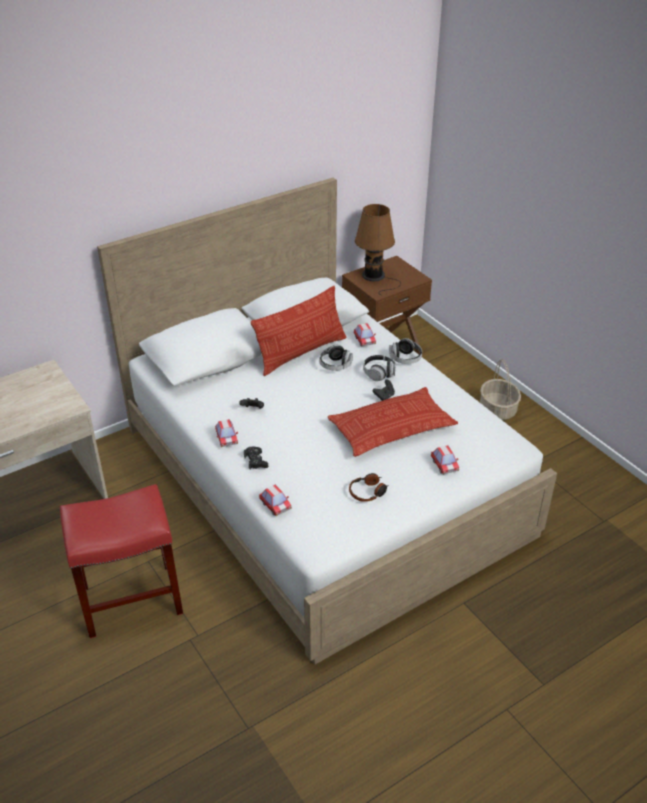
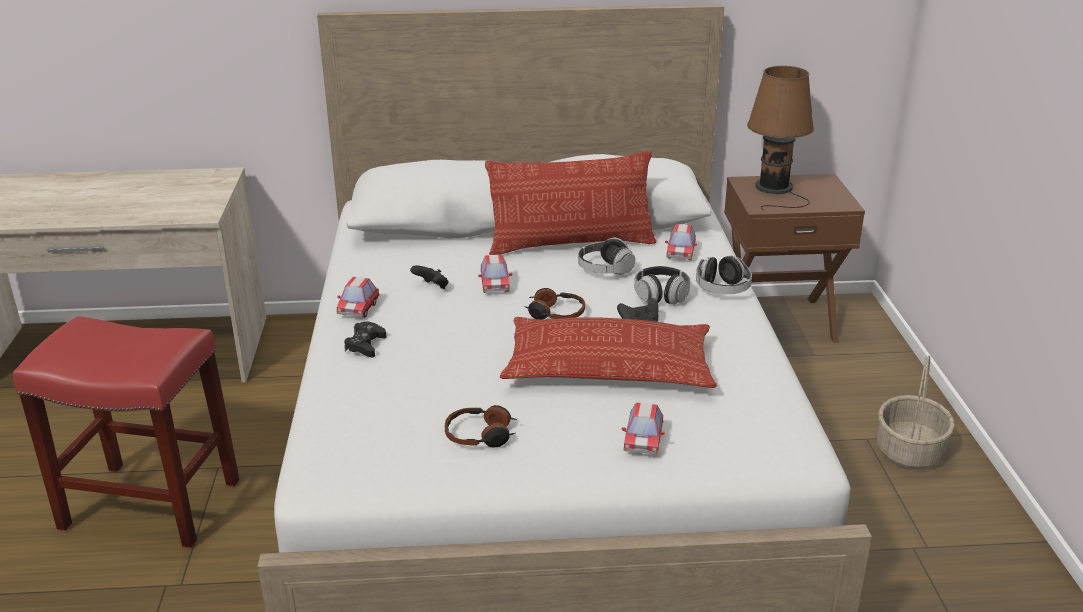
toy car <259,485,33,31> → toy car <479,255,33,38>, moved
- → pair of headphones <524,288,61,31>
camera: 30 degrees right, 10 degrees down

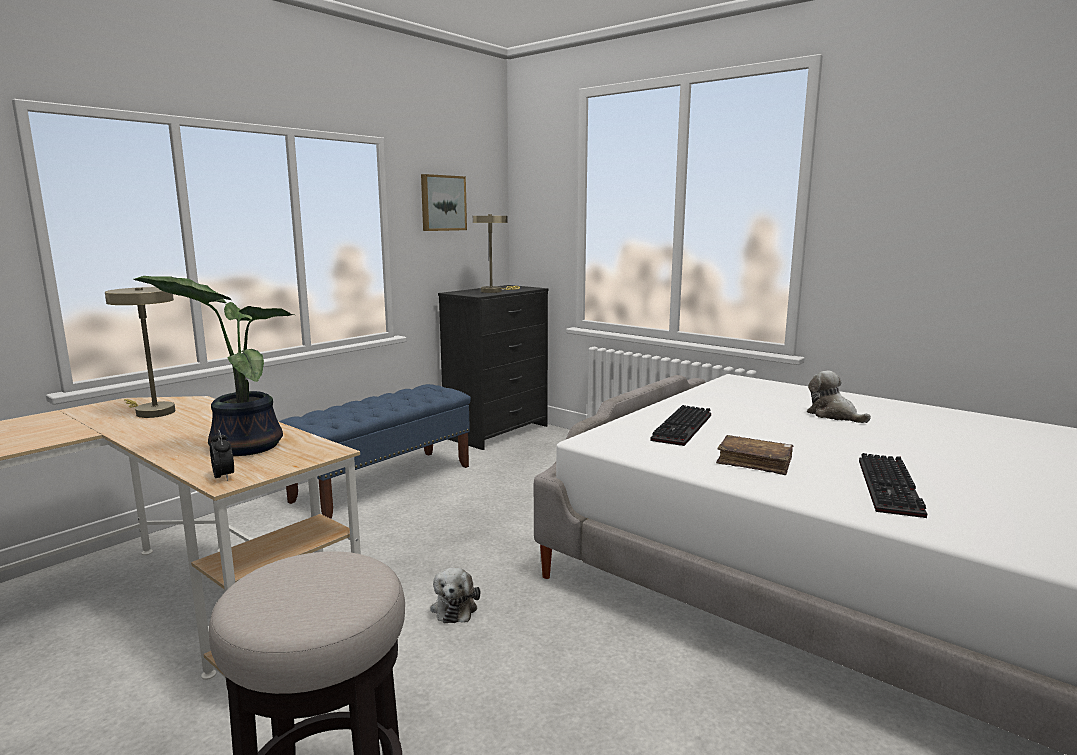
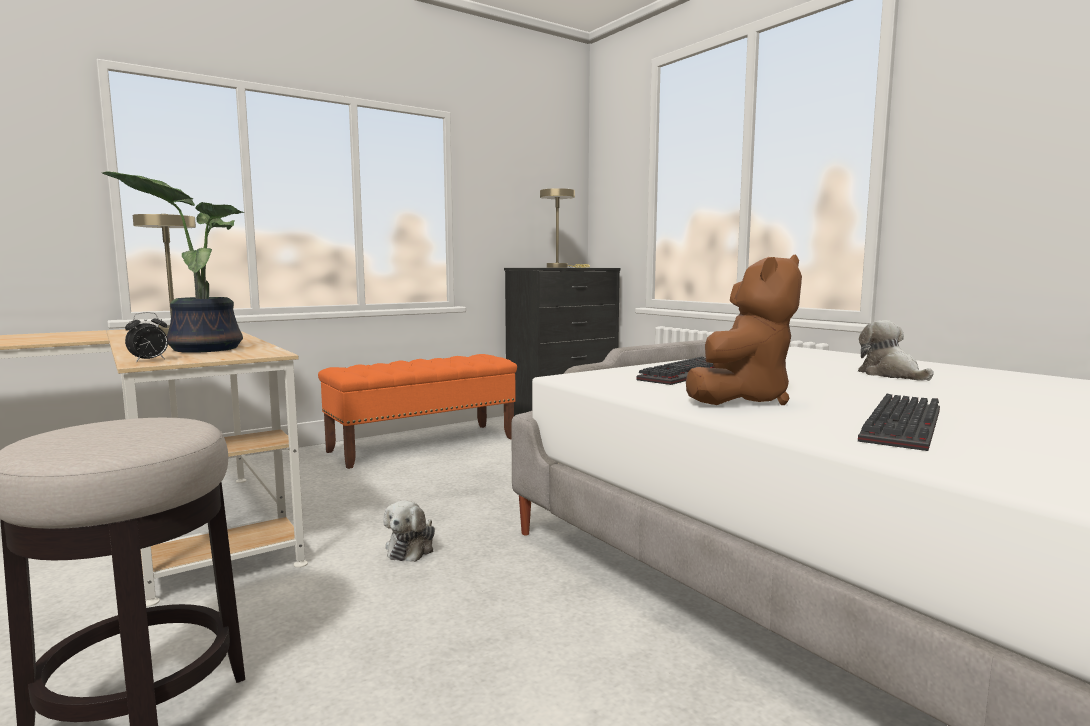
wall art <421,174,46,57> → -
blue indoor bench <279,384,192,135> → orange indoor bench <318,354,199,115>
bedside clock <210,430,24,51> → bedside clock <125,312,43,50>, 60 degrees clockwise
brown-coloured bound book <716,435,78,40> → brown-coloured plush toy <686,254,116,151>
camera: 15 degrees right, 5 degrees down

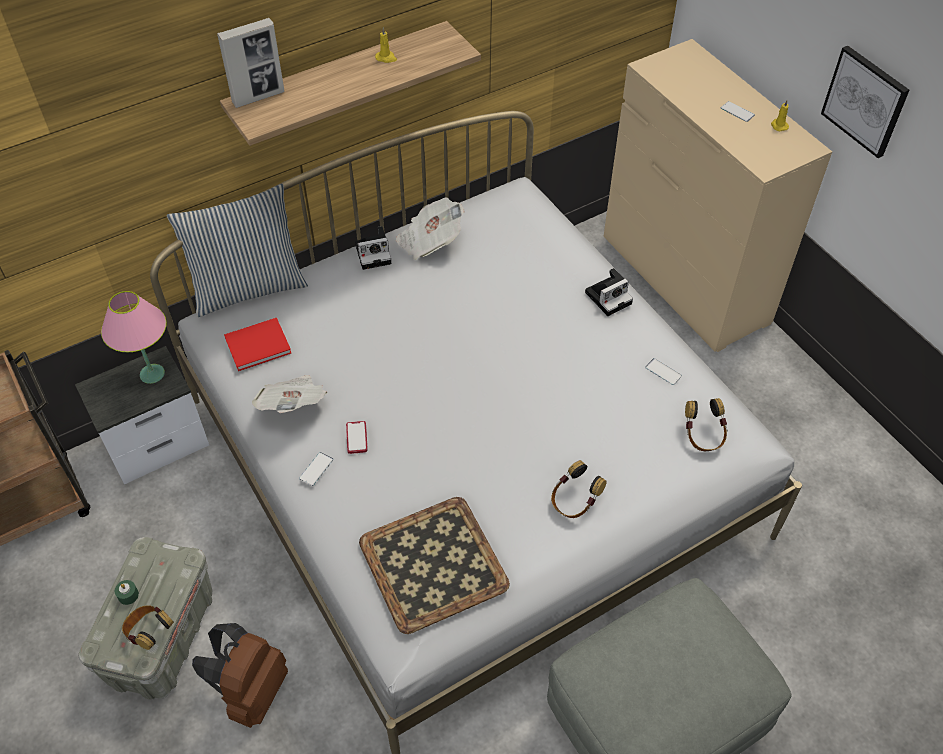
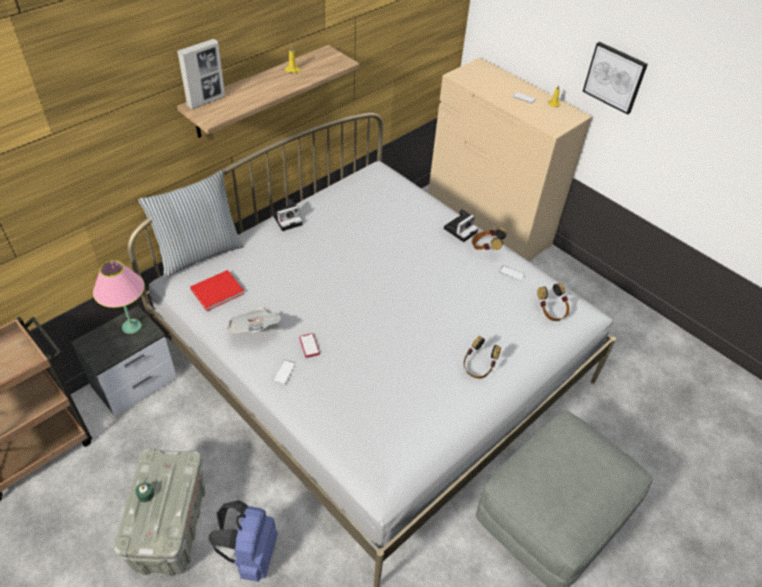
printed paper <396,198,69,62> → -
serving tray <359,497,151,137> → -
pair of headphones <122,606,52,44> → pair of headphones <472,227,35,23>, moved
brown-coloured knapsack <192,623,96,105> → blue knapsack <209,500,69,82>
camera: 15 degrees left, 5 degrees down

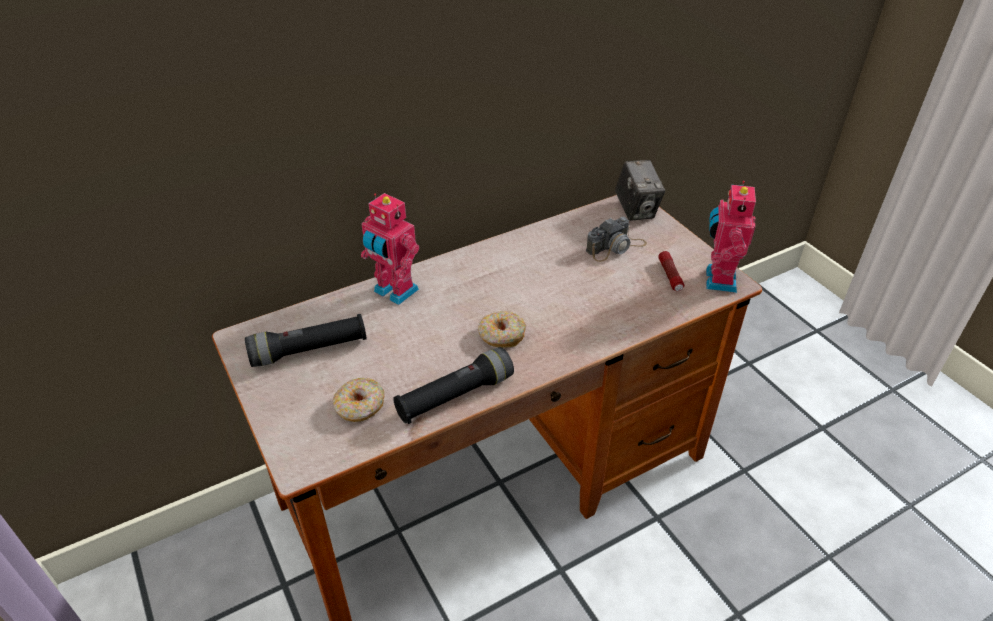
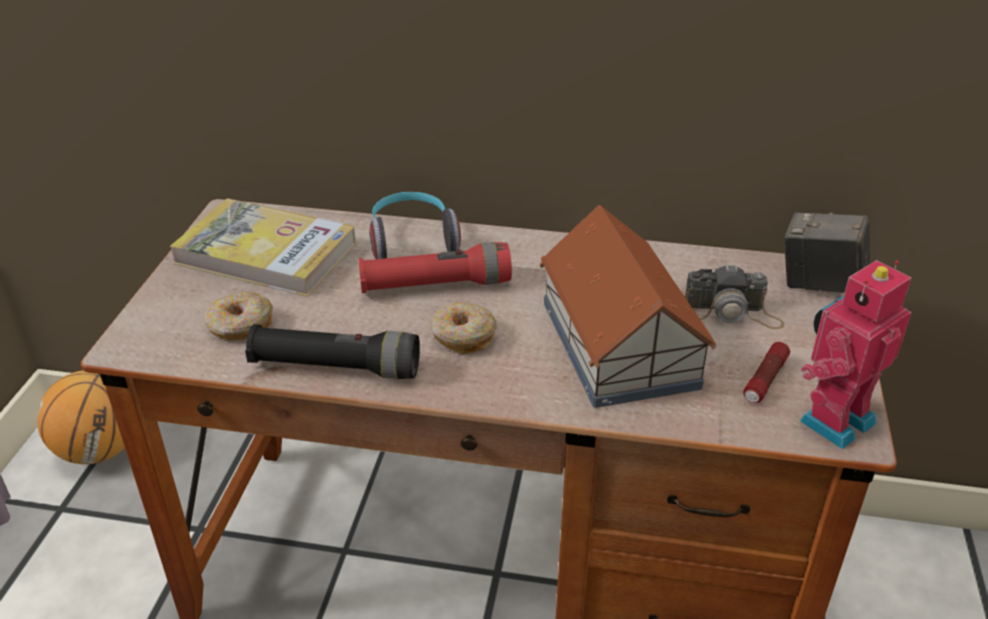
photo camera <615,160,50,61> → photo camera <784,212,86,81>, 90 degrees clockwise
robot figure <361,193,58,112> → pair of headphones <369,192,92,67>
blackish flashlight <245,314,122,53> → bound book <170,198,186,99>
- → miniature house <539,205,177,203>
- → reddish flashlight <358,242,154,51>
- → basketball ball <37,371,88,93>
camera: 40 degrees right, 5 degrees down

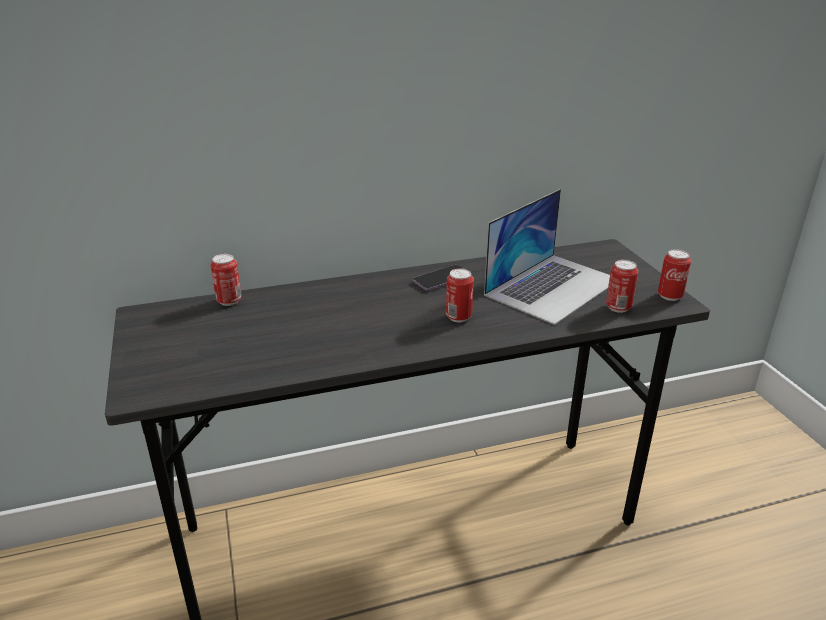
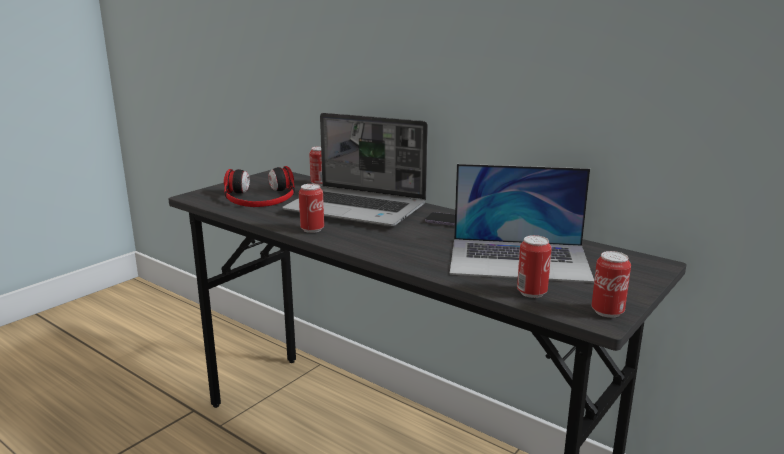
can <446,268,28,55> → can <299,184,25,49>, moved
- → notebook computer <282,113,146,114>
- → pair of headphones <224,166,71,41>
camera: 55 degrees right, 10 degrees down

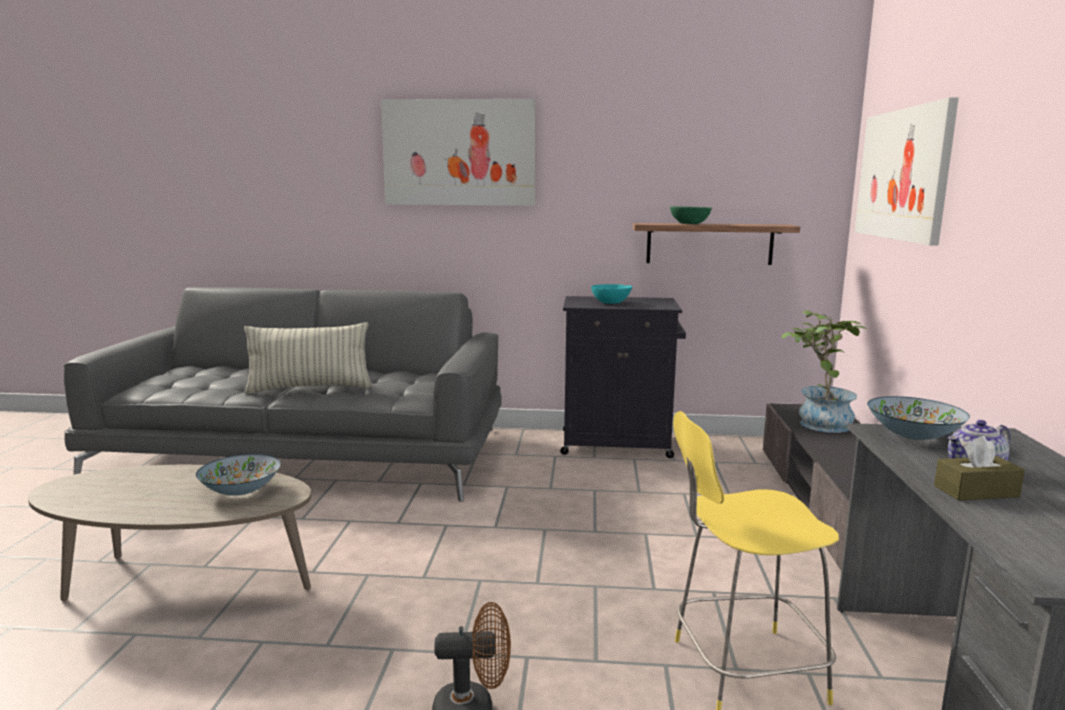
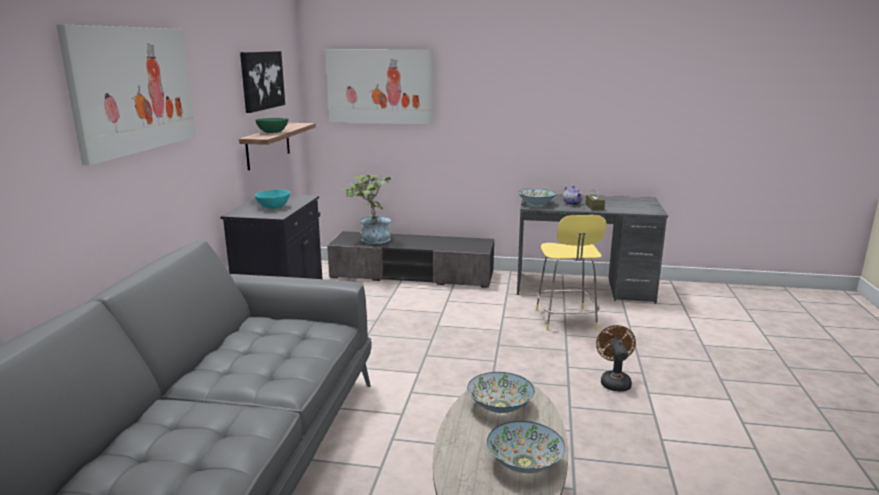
throw pillow <244,322,128,72> → -
- → wall art <240,51,45,62>
- → serving bowl <487,421,78,52>
camera: 85 degrees left, 5 degrees up

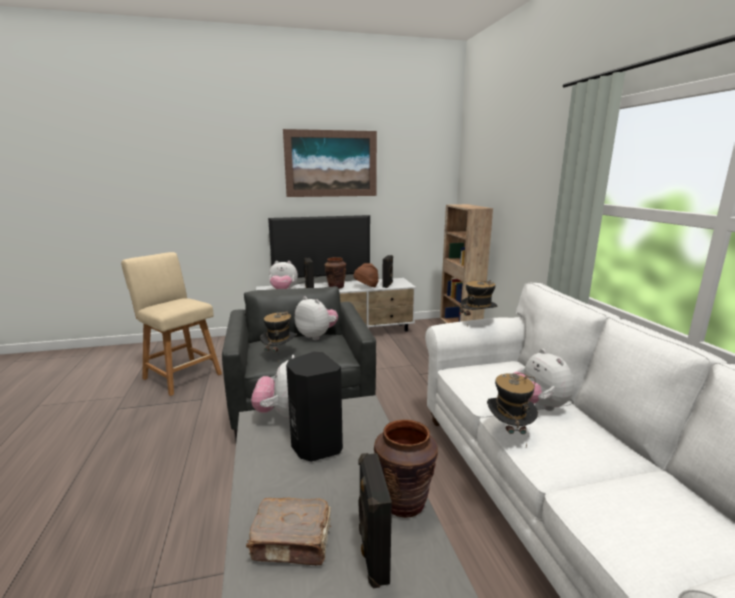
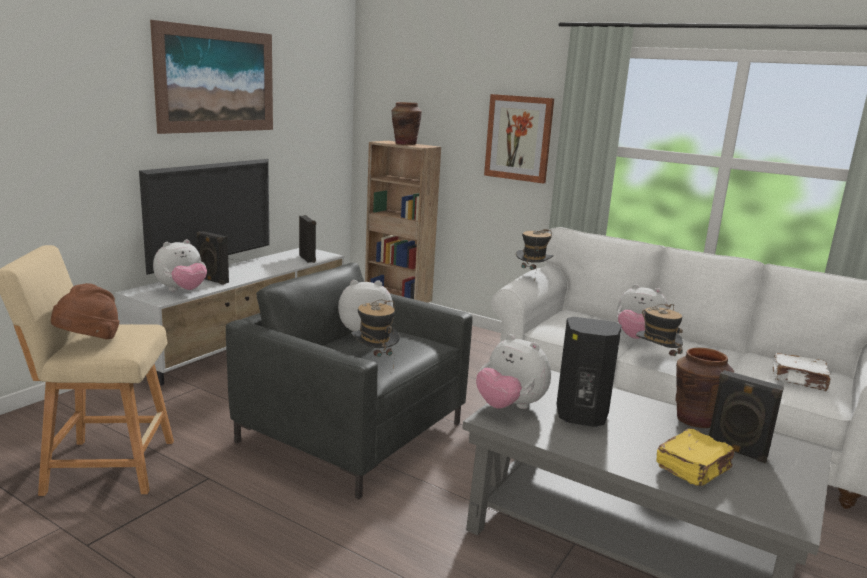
brown-coloured vase <324,257,22,32> → brown-coloured vase <392,102,30,43>, moved
brown-coloured hat <353,263,26,25> → brown-coloured hat <51,283,68,56>, moved
brown-coloured bound book <246,498,86,67> → yellowish bound book <656,429,78,57>
- → wall art <484,94,70,90>
- → whitish bound book <773,353,58,38>
camera: 45 degrees left, 0 degrees up

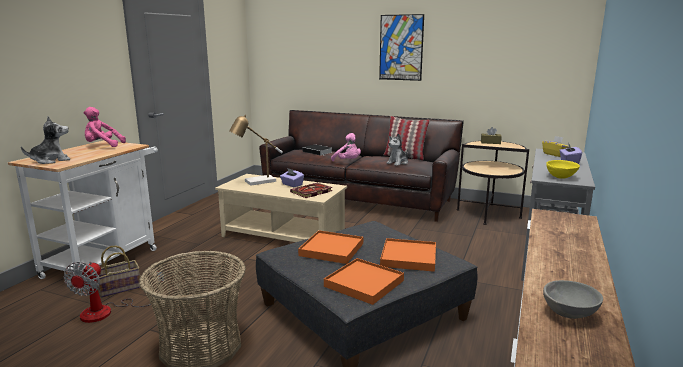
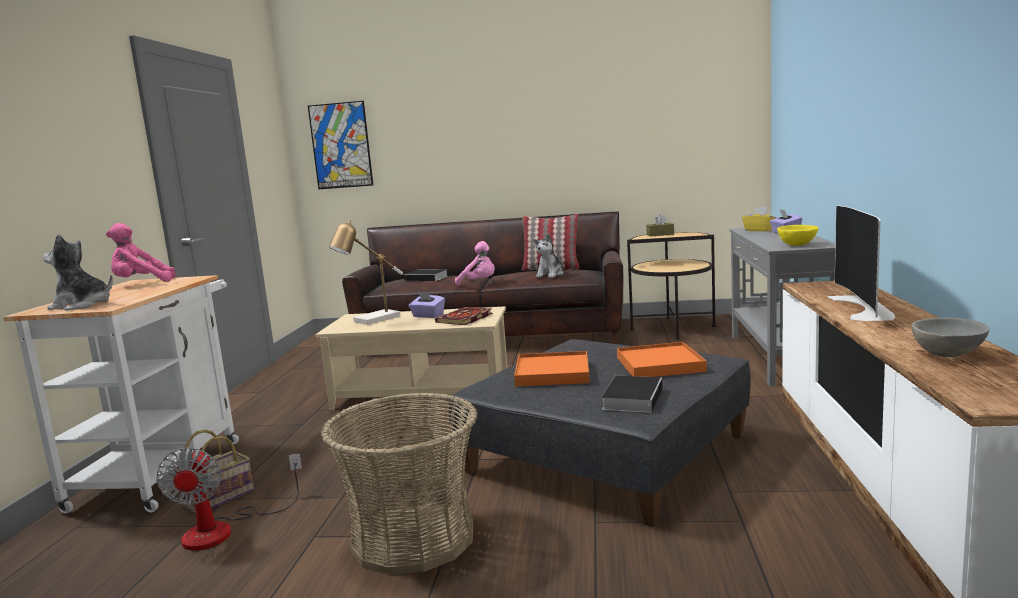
wall art <379,14,45,67> → wall art <308,101,65,88>, moved
plush toy <21,116,49,48> → plush toy <43,234,70,77>, 120 degrees counterclockwise
orange serving tray <324,258,80,47> → bound book <602,376,61,37>
- → TV set <827,205,68,116>
camera: 15 degrees left, 5 degrees down

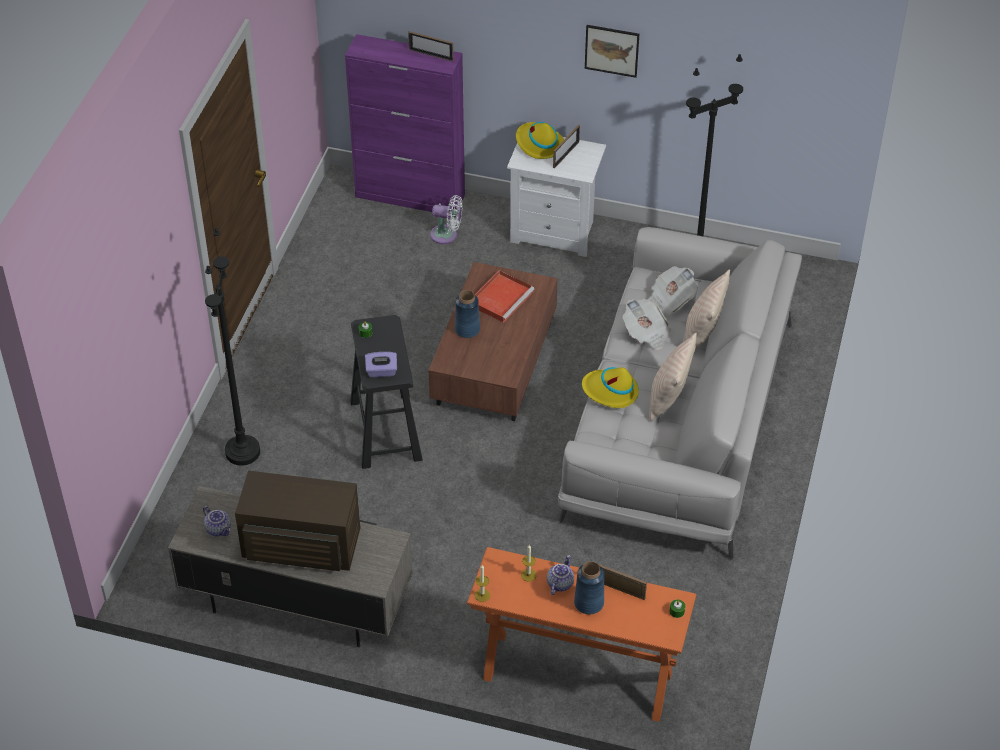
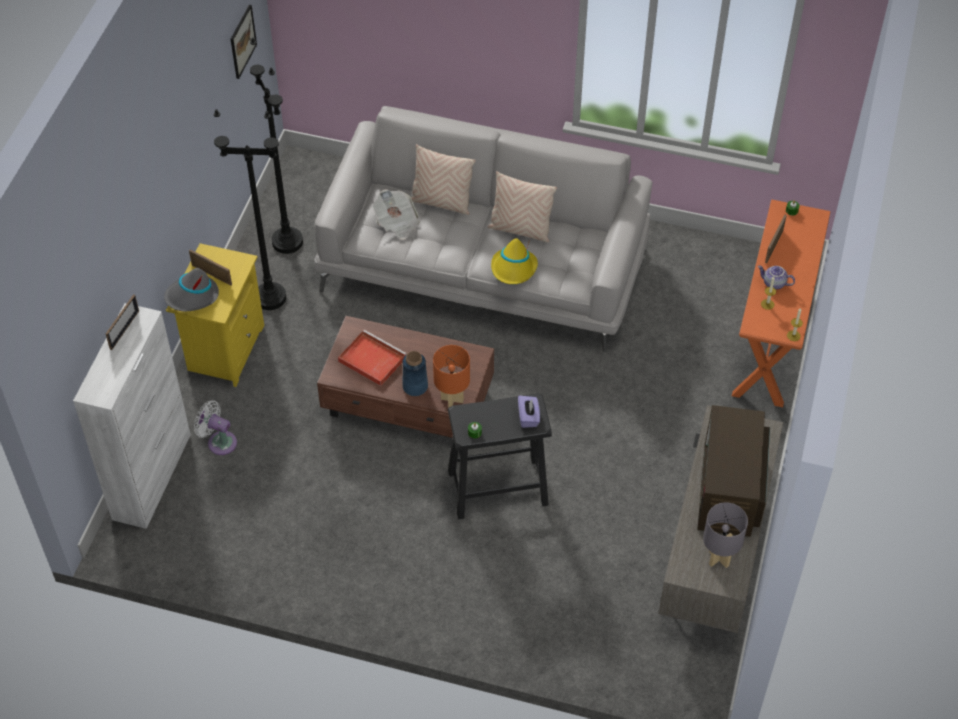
wall art <585,25,54,53> → wall art <231,5,26,74>, moved
purple cabinet <345,34,120,178> → whitish cabinet <73,303,118,226>
yellowish hat <516,122,48,37> → greyish hat <164,268,55,43>
whitish nightstand <507,137,99,120> → yellowish nightstand <166,243,98,144>
whitish cooling fan <430,195,33,49> → whitish cooling fan <194,400,43,55>, 75 degrees counterclockwise
blackish standard lamp <205,228,55,238> → blackish standard lamp <214,109,72,201>, moved
printed paper <623,299,48,51> → -
teapot <203,506,28,30> → greyish lamp for a table <703,502,45,66>
blue vase <574,561,30,53> → -
- → orange lamp for a table <433,345,37,63>
camera: 90 degrees left, 5 degrees up

